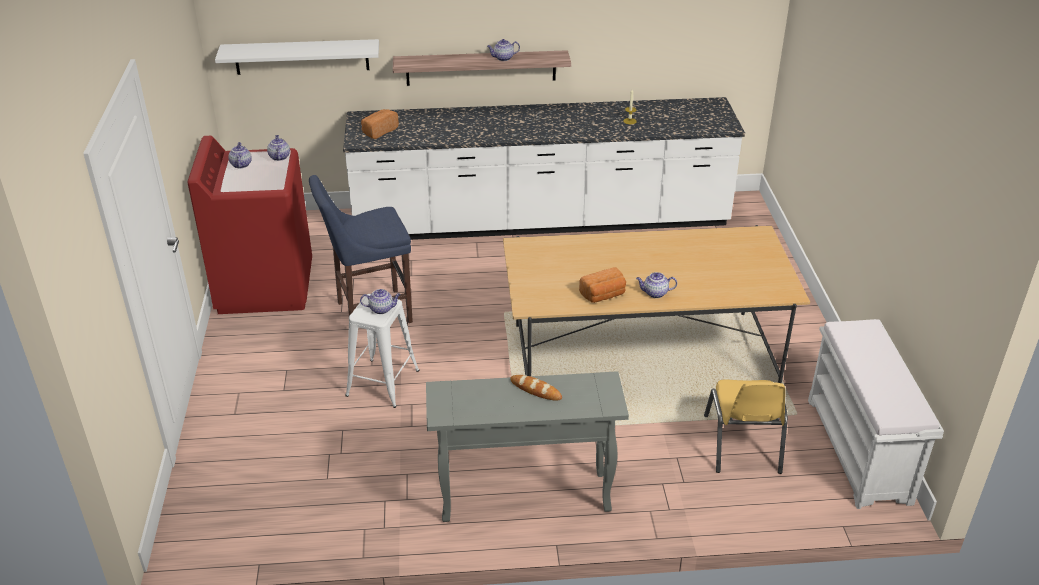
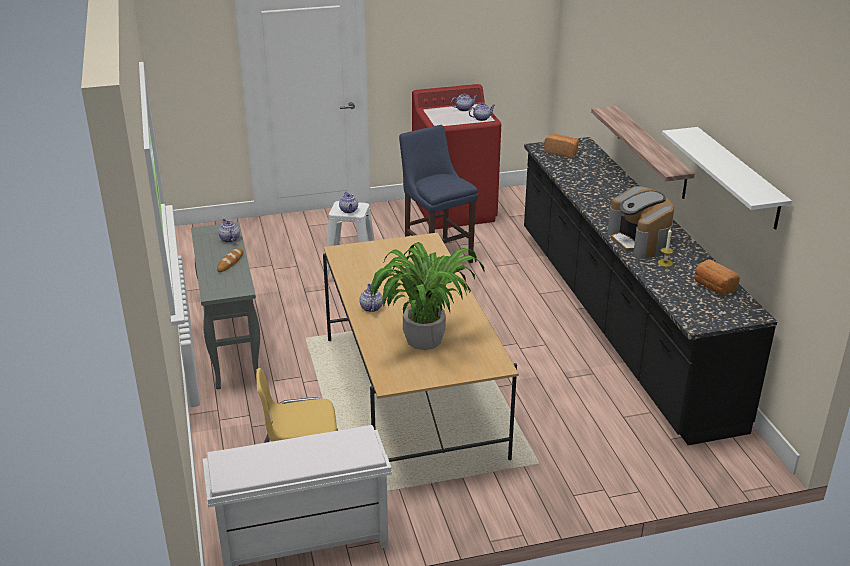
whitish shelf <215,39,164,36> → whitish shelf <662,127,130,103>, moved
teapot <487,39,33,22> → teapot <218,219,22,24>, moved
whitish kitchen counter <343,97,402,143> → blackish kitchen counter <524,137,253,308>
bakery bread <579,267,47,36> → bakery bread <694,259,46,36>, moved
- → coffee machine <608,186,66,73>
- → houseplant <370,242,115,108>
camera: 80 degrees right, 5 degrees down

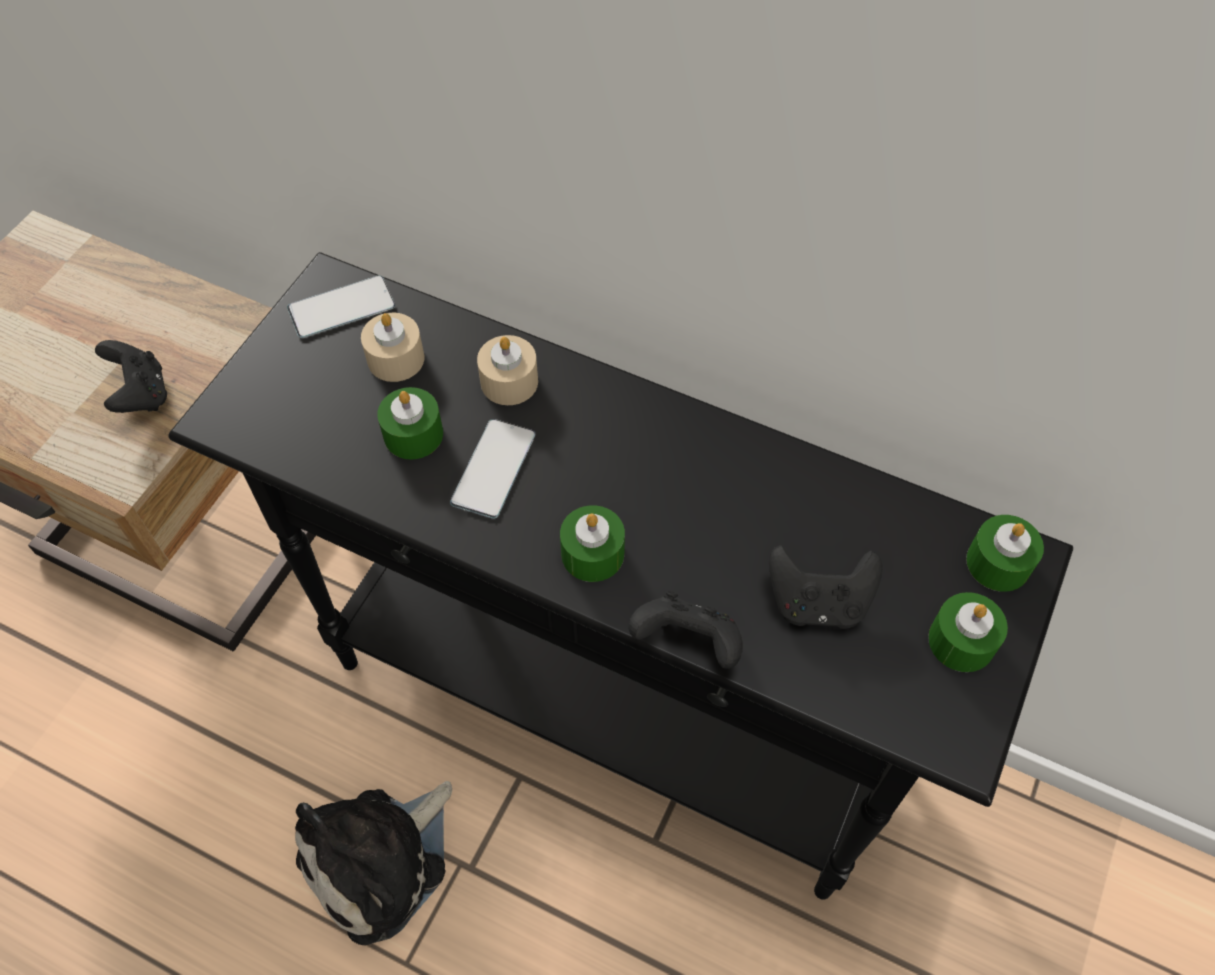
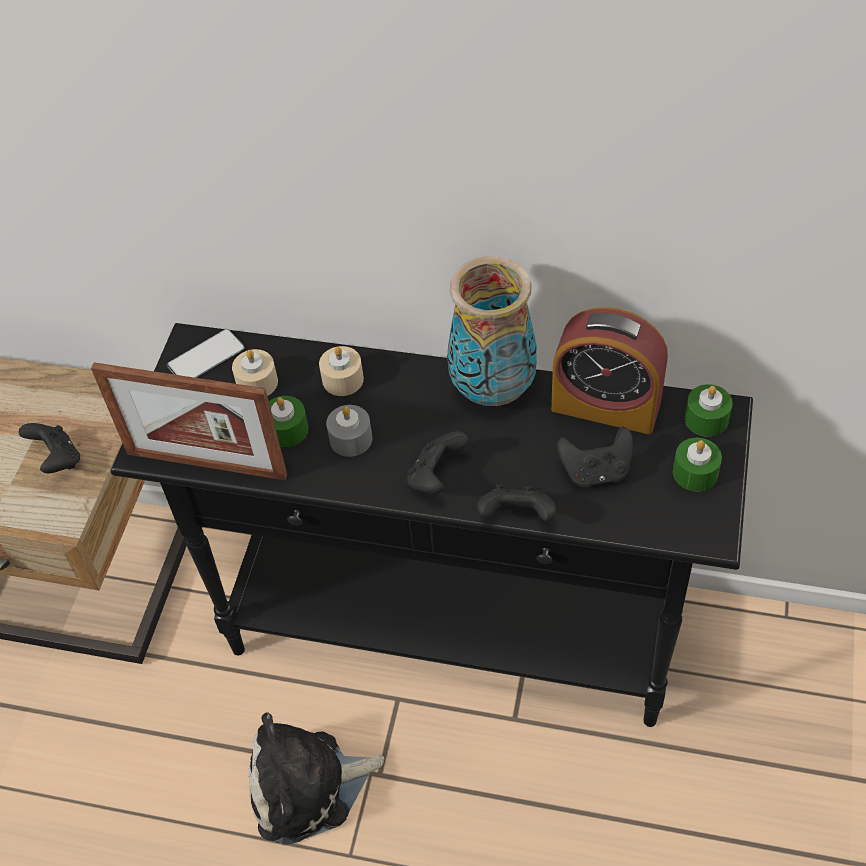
telephone <450,419,85,100> → greyish wax light <326,405,46,52>
greenish wax light <560,505,65,77> → blackish game controller <407,431,62,63>
plush toy <295,781,157,164> → plush toy <249,712,135,133>, 45 degrees clockwise
- → vase <447,256,90,150>
- → bedside clock <551,307,117,127>
- → photo frame <91,362,196,118>
camera: 10 degrees left, 5 degrees down

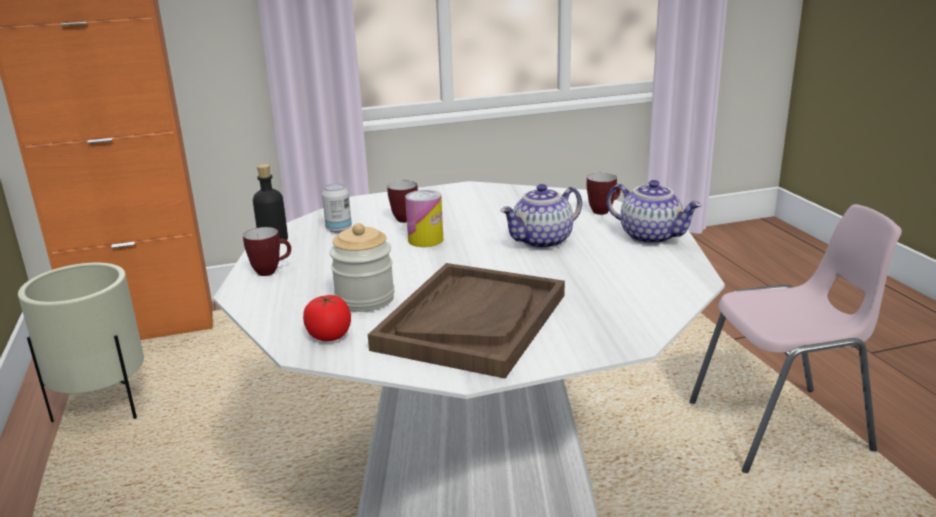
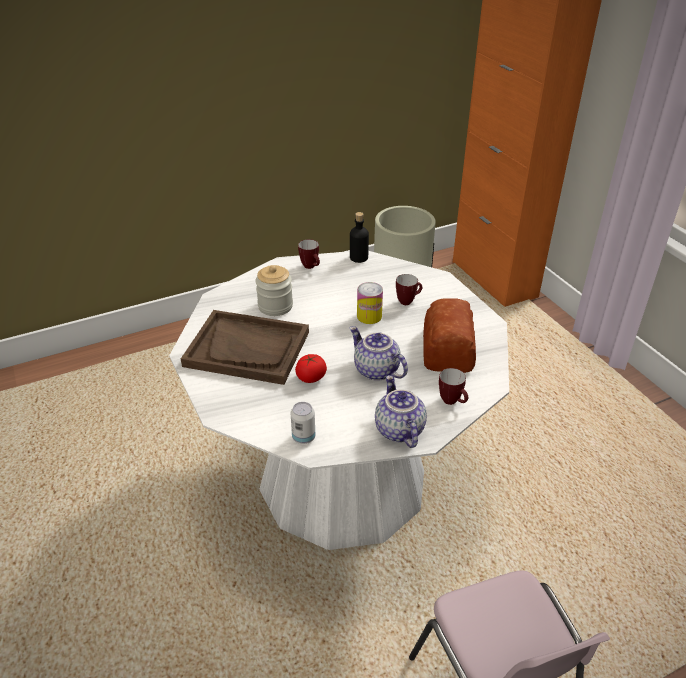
teapot <607,180,95,65> → teapot <375,375,52,73>, 135 degrees clockwise
can <322,183,30,50> → can <291,402,24,42>, moved
whole tomato <303,295,48,46> → whole tomato <295,354,32,29>, moved
- → bakery bread <423,298,53,75>
camera: 80 degrees right, 15 degrees up

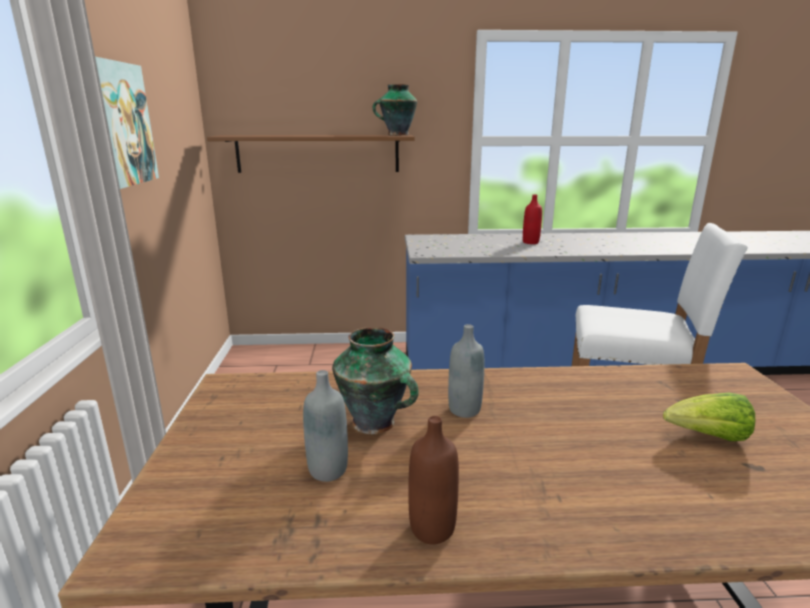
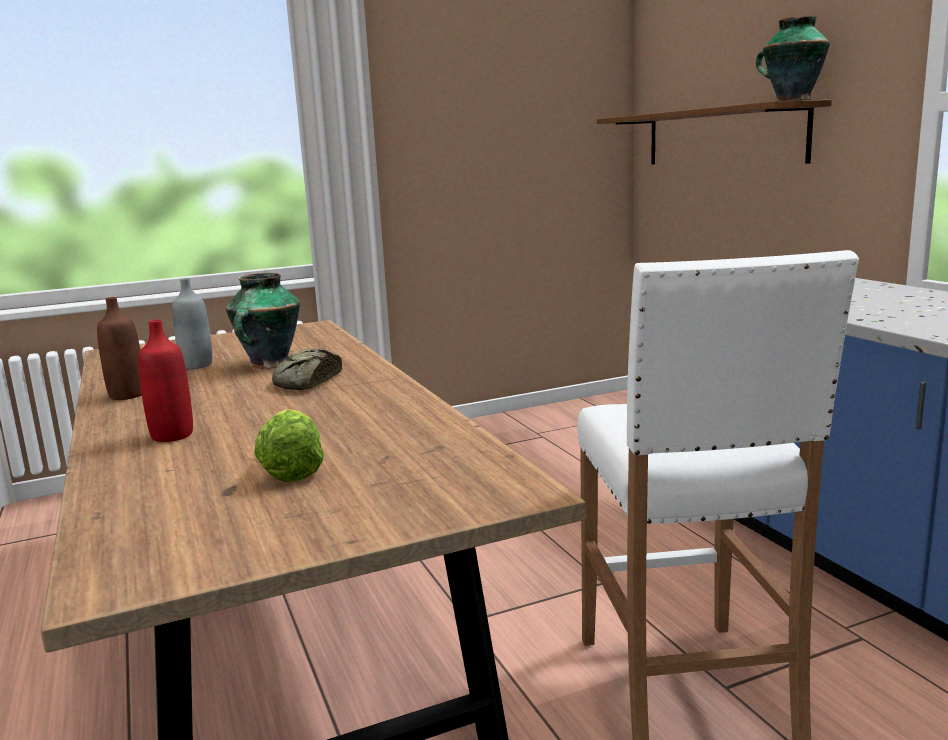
wall art <95,57,64,132> → -
reddish drink bottle <523,194,19,50> → reddish drink bottle <138,320,55,122>, moved
greyish drink bottle <448,324,36,94> → bakery bread <272,349,70,41>
camera: 70 degrees right, 5 degrees down

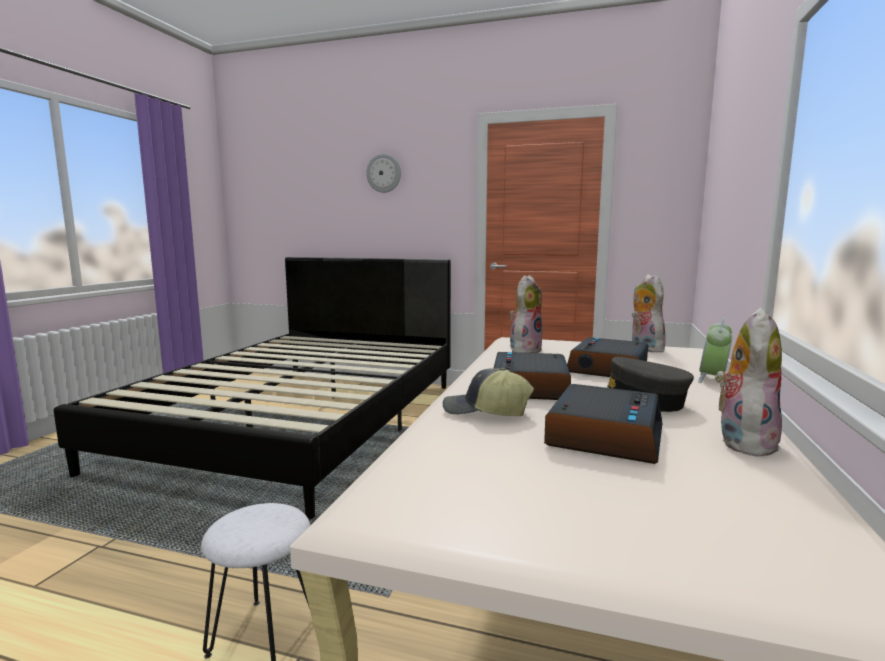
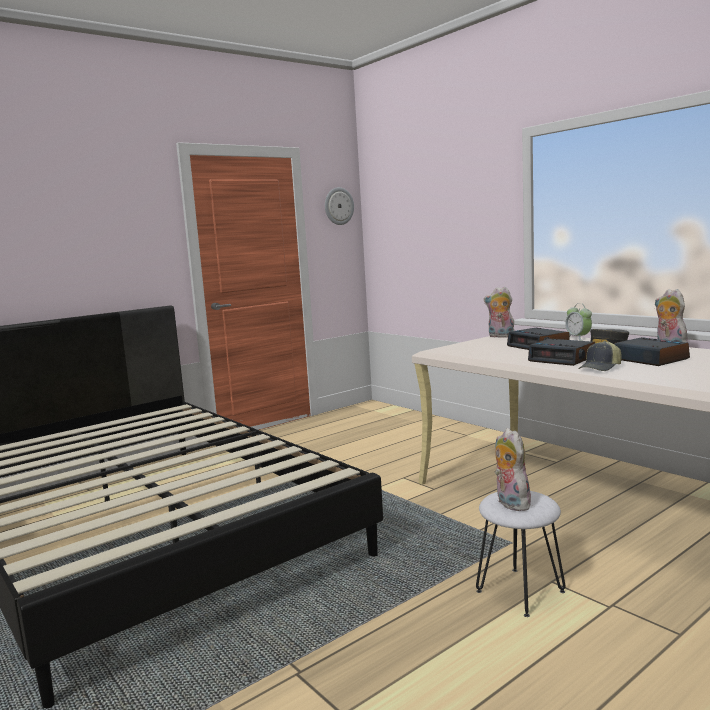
hanging clock <366,154,35,39> → hanging clock <325,187,29,38>, moved
plush toy <509,275,34,78> → plush toy <494,428,37,83>, moved
camera: 55 degrees left, 0 degrees up

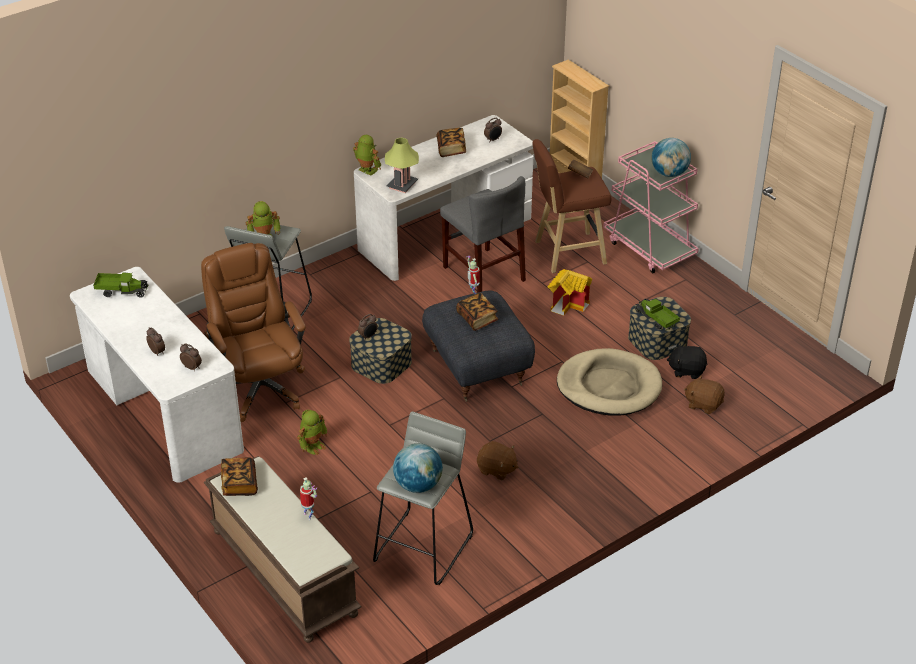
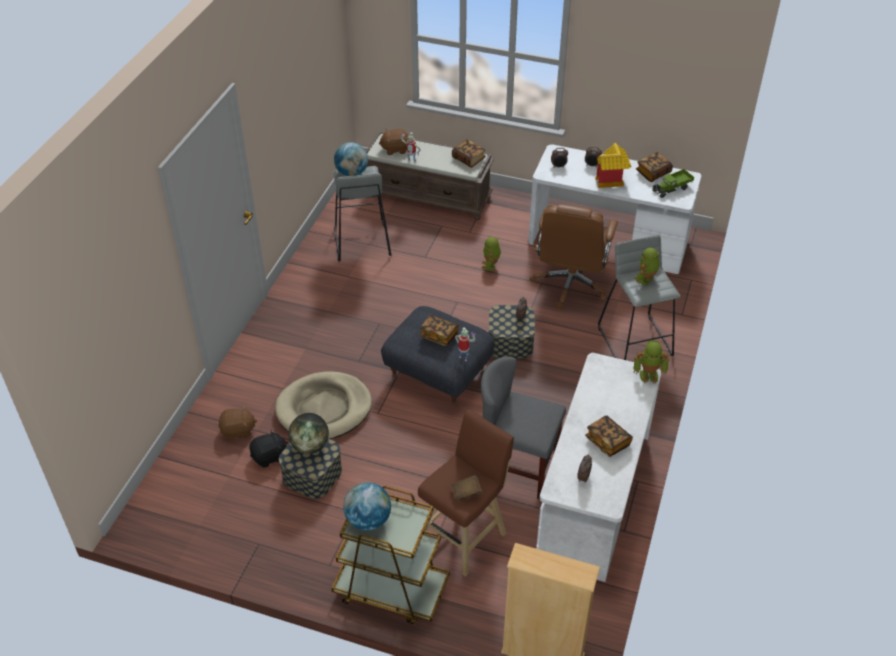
lamp for a table <385,138,34,55> → -
pink wheeled cart <603,141,96,132> → brown-coloured wheeled cart <331,486,119,138>
brown-coloured computer chair <201,243,105,179> → brown-coloured computer chair <530,204,88,105>, 75 degrees clockwise
miniature house <547,269,45,47> → miniature house <595,143,36,45>, moved
toy truck <635,299,45,32> → desk globe <288,413,41,41>
brown-coloured plush toy <477,441,41,39> → brown-coloured plush toy <379,129,29,26>, moved
- → bound book <636,152,37,30>
camera: 145 degrees right, 5 degrees up

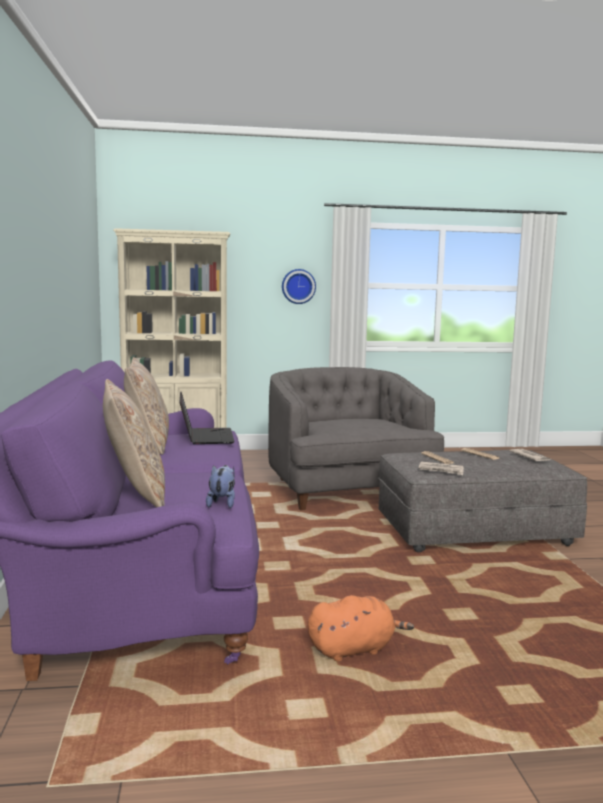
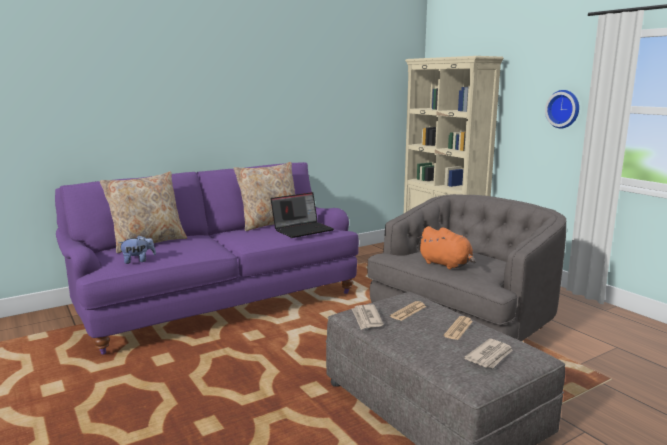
orange plush toy <308,595,106,66> → orange plush toy <417,226,59,43>, moved
camera: 65 degrees right, 5 degrees up

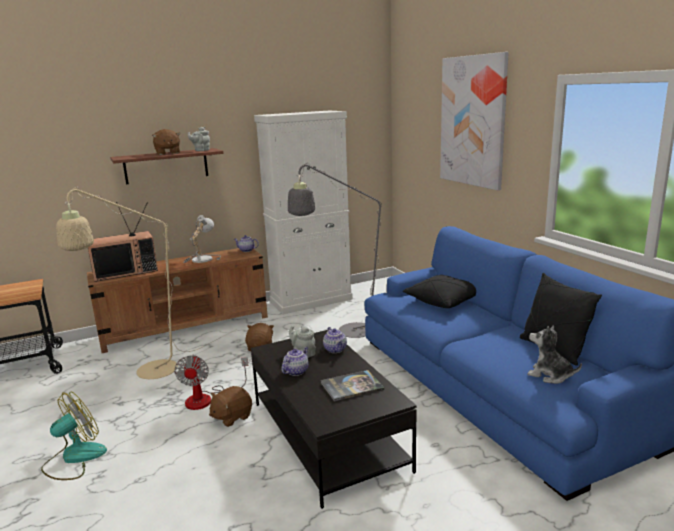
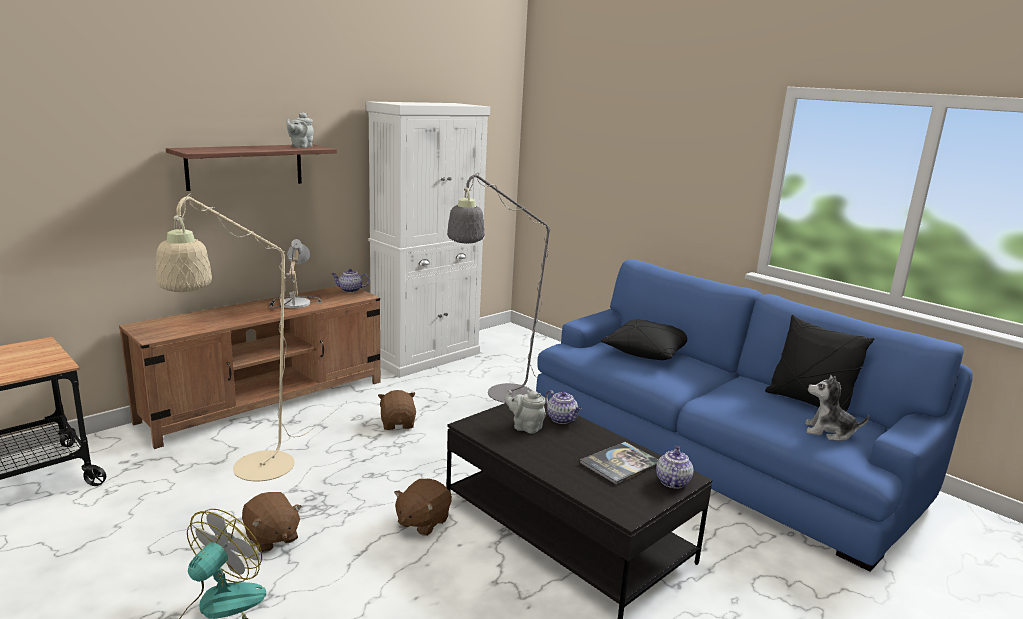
wall art <440,52,69,138> → -
brown-coloured plush toy <152,129,29,26> → brown-coloured plush toy <242,492,60,61>, moved
TV set <88,202,70,80> → -
teapot <282,347,27,29> → teapot <656,445,37,43>, moved
cooling fan <174,355,75,55> → -
camera: 20 degrees left, 0 degrees up

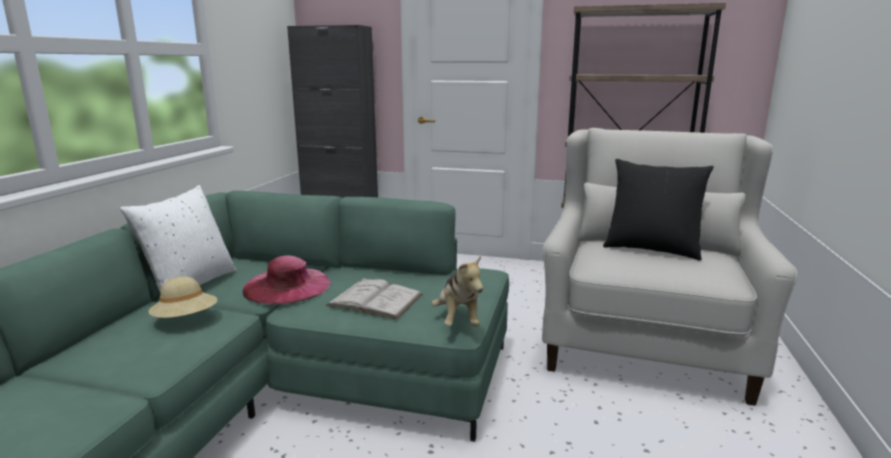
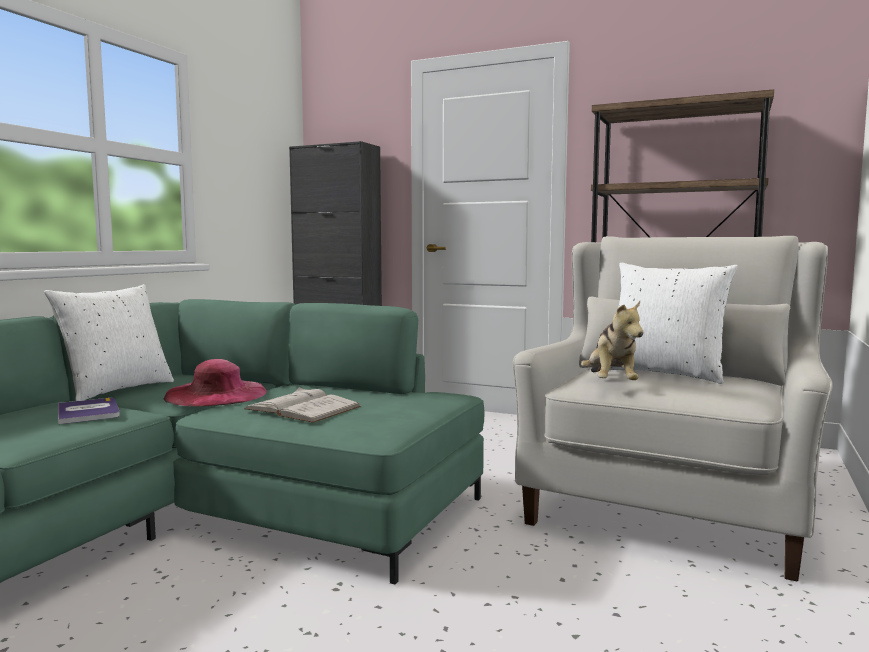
blackish throw pillow <603,159,111,101> → whitish throw pillow <610,263,128,121>
plush toy <432,256,51,70> → plush toy <581,301,63,79>, moved
sand-coloured hat <148,276,69,42> → bound book <58,398,62,26>
camera: 10 degrees right, 10 degrees down

